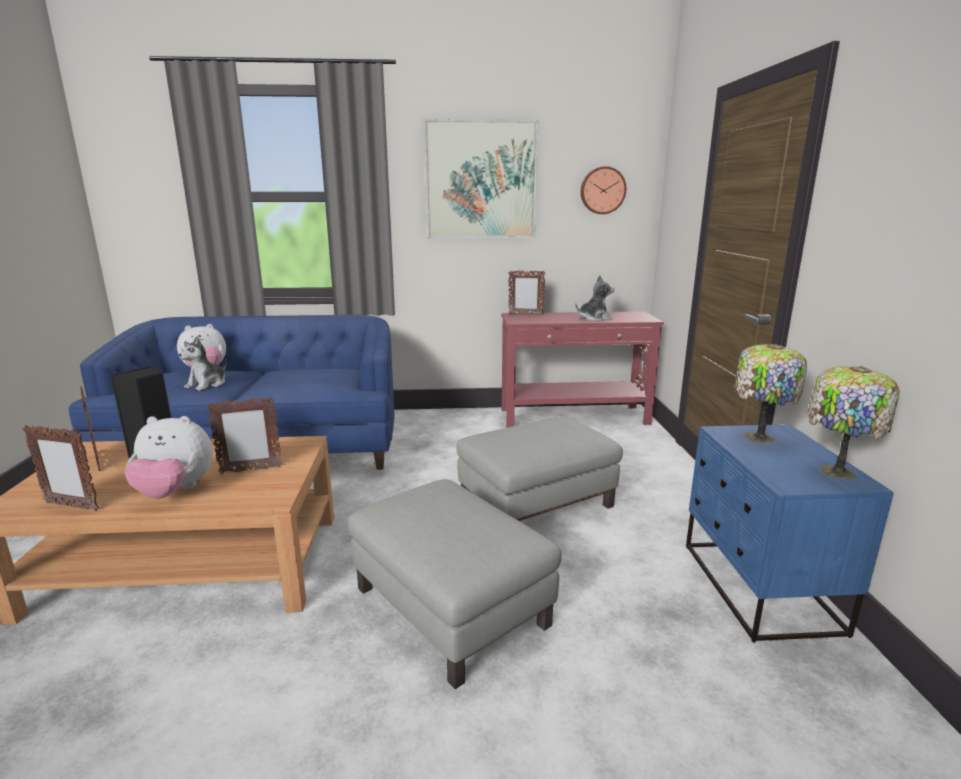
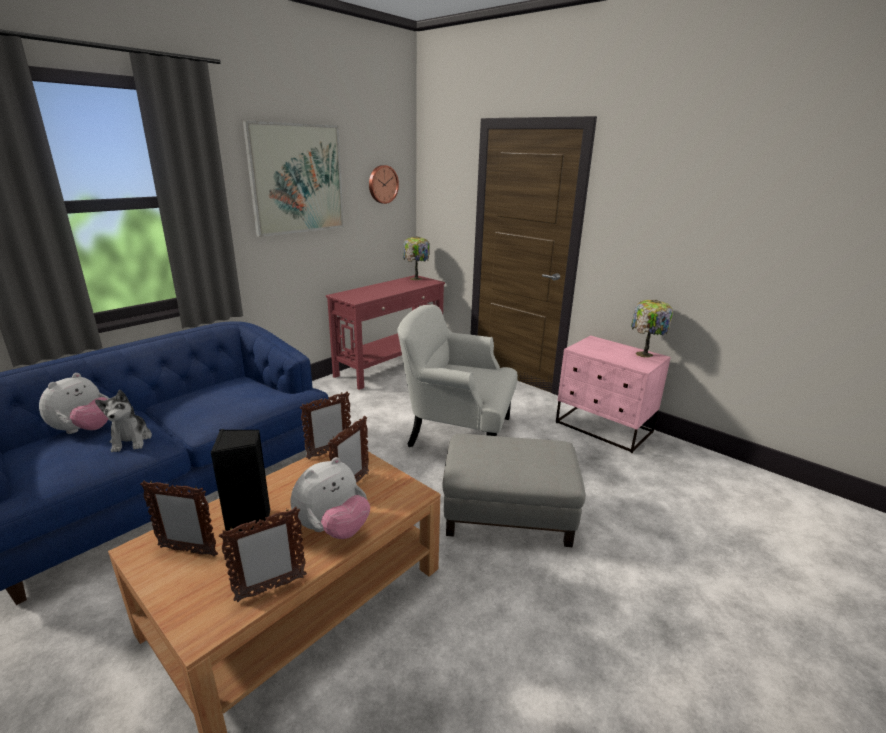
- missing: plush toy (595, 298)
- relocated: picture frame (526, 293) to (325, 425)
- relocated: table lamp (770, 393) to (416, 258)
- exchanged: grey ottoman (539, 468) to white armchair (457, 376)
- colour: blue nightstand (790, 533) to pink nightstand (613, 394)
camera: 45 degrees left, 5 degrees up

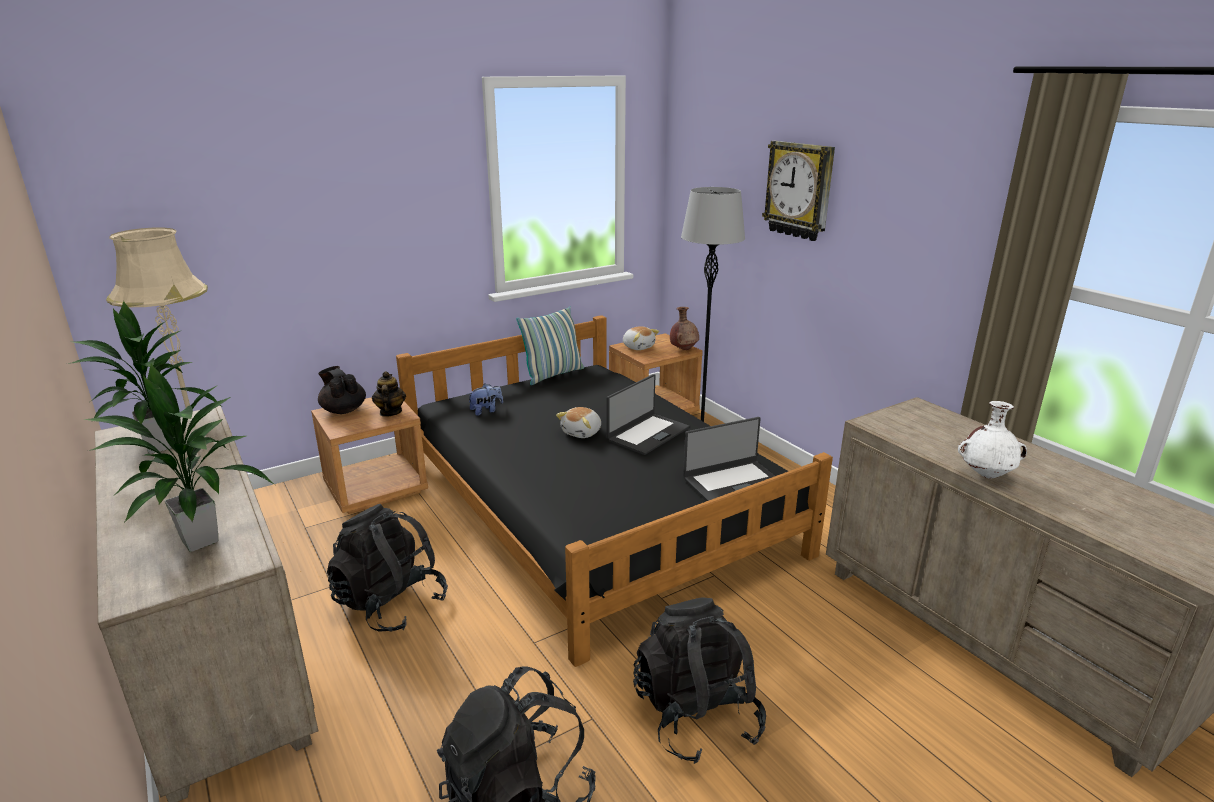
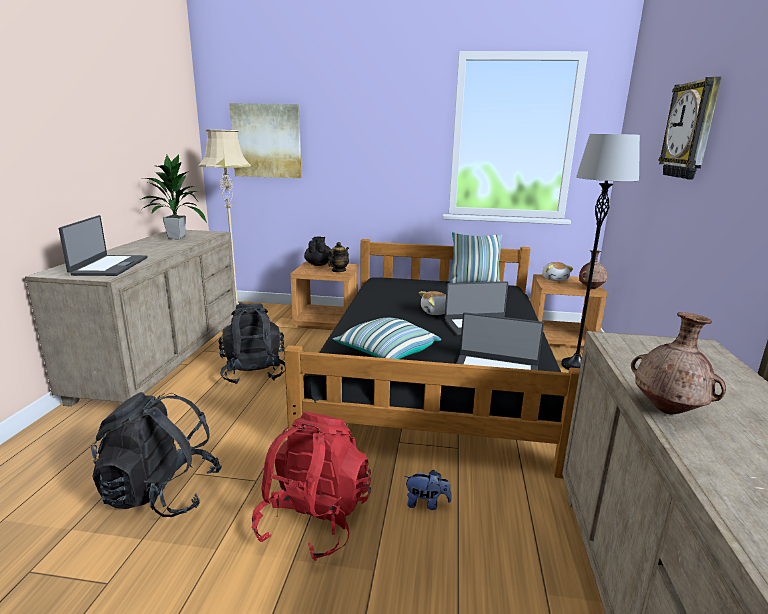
- appeared: picture (265, 140)
- appeared: pillow (387, 338)
- relocated: plush toy (485, 400) to (428, 490)
- exchanged: potted plant (179, 457) to laptop (103, 245)
- colour: black backpack (699, 680) to red backpack (311, 486)
- colour: white vase (992, 440) to brown vase (678, 363)
camera: 40 degrees right, 5 degrees down

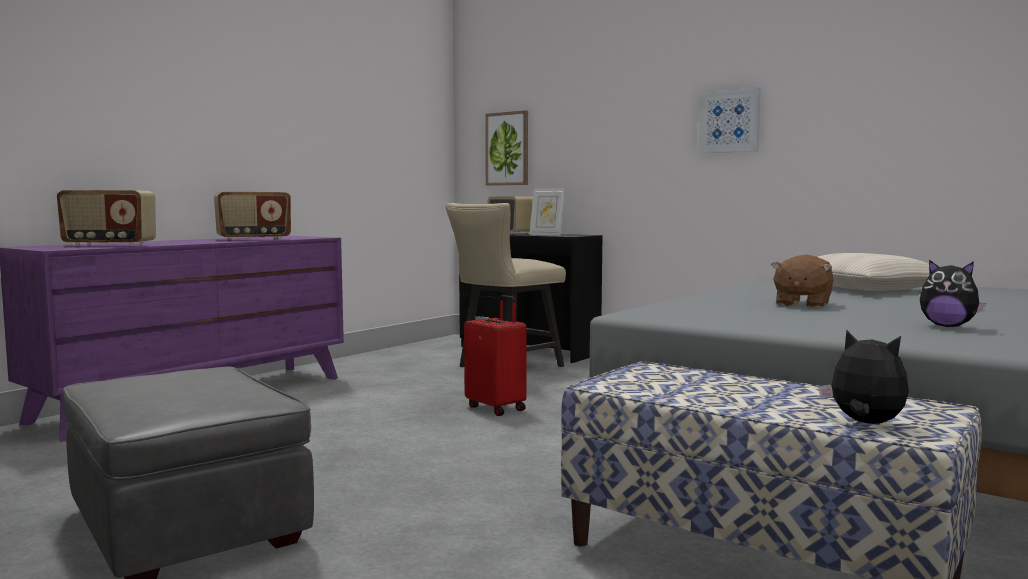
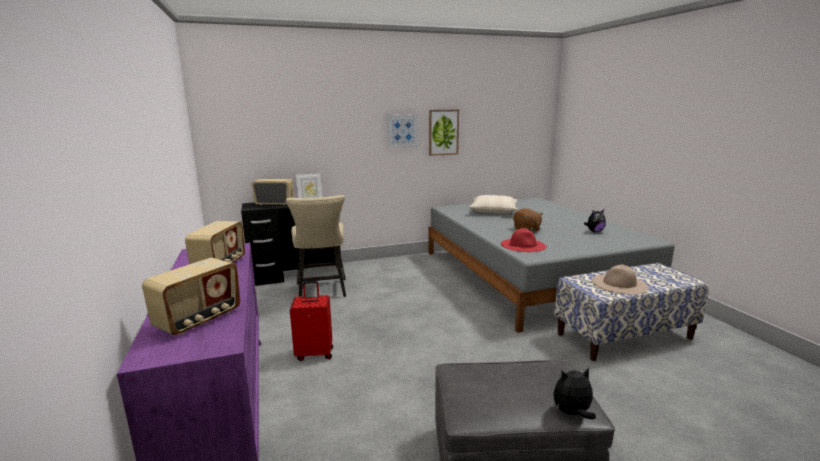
- appeared: red hat (524, 240)
- appeared: beige hat (620, 280)
- relocated: red suitcase (495, 355) to (311, 321)
- relocated: picture (506, 148) to (444, 132)
- relocated: plush toy (864, 377) to (574, 393)
camera: 55 degrees left, 10 degrees up

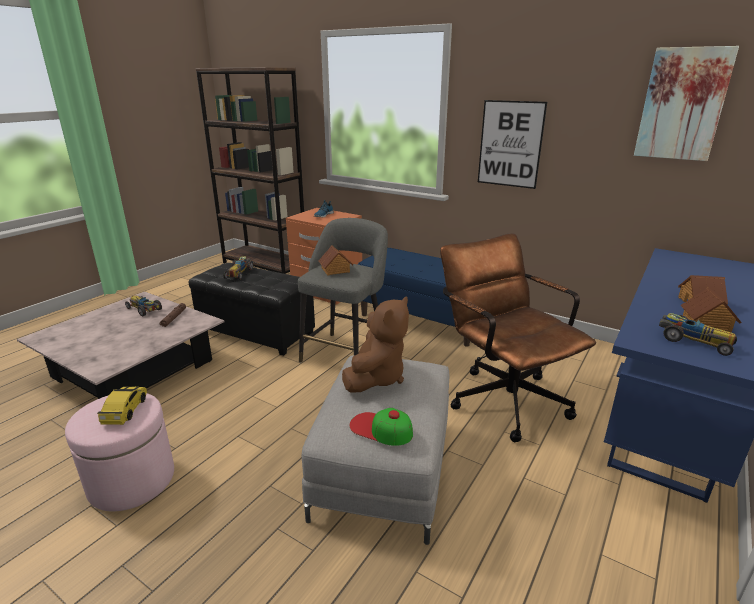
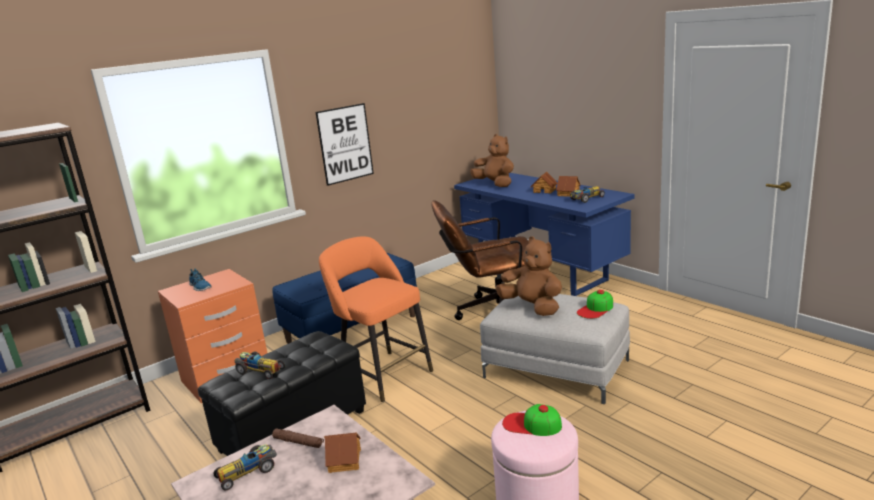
- missing: picture (686, 103)
- appeared: brown plush toy (492, 160)
- relocated: toy house (336, 260) to (342, 452)
- exchanged: toy car (122, 406) to cap (532, 420)
- colour: grey stool (343, 290) to orange stool (376, 319)
camera: 70 degrees left, 5 degrees down

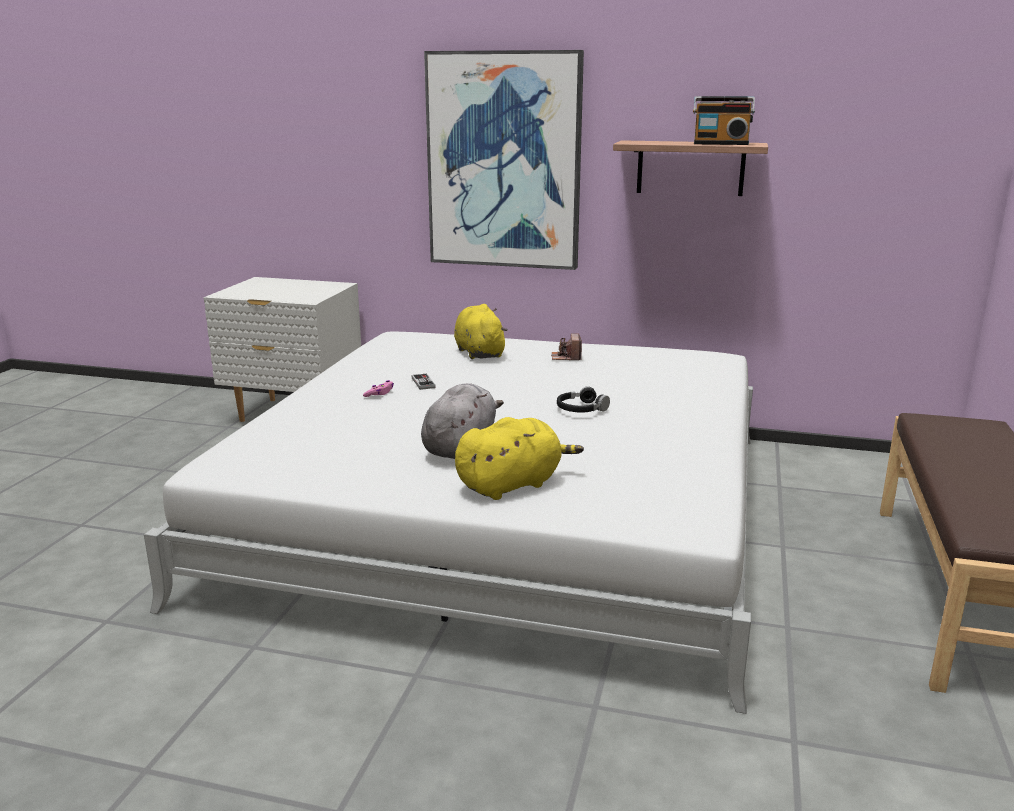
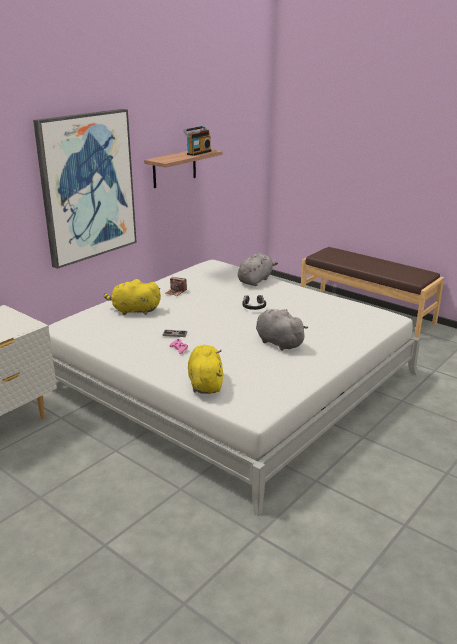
- appeared: grey plush toy (258, 269)
- relocated: yellow plush toy (519, 458) to (205, 369)
camera: 65 degrees left, 5 degrees up

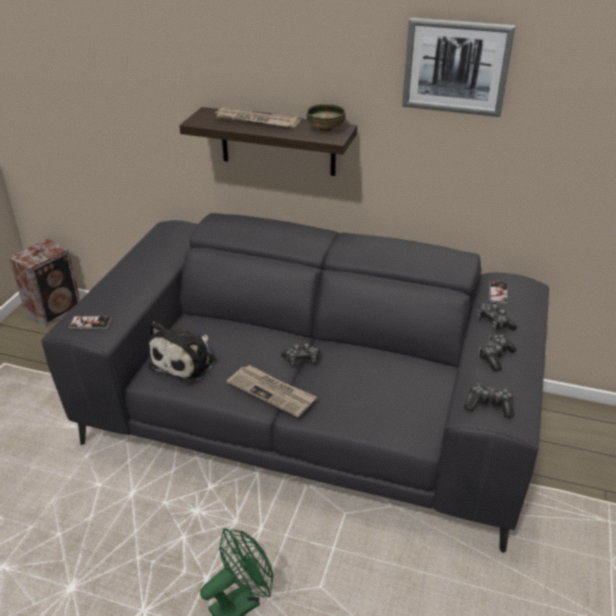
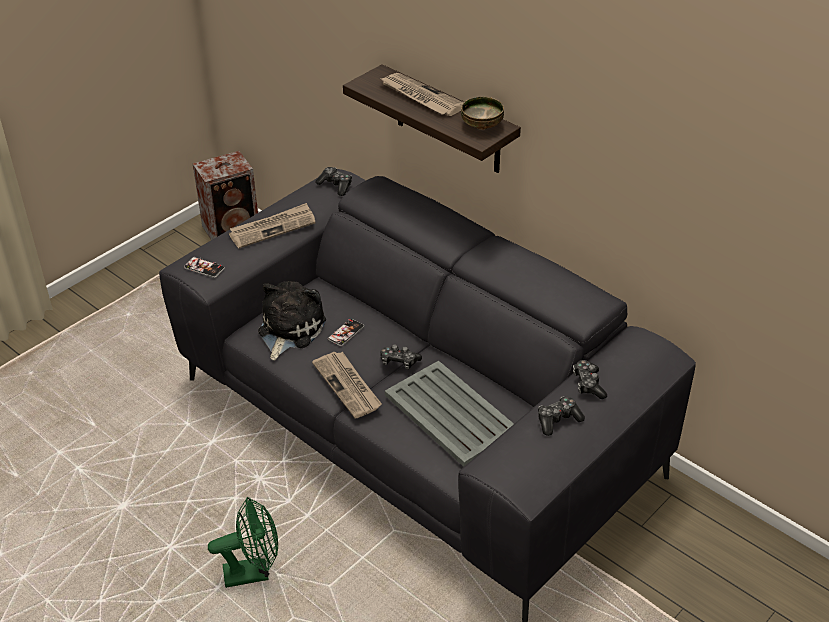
- missing: picture (458, 67)
- appeared: newspaper (272, 225)
- appeared: grey tray (449, 414)
- relocated: game controller (489, 400) to (333, 181)
- relocated: phone (498, 292) to (346, 332)
- spun: plush toy (182, 352) = (292, 321) 150 degrees clockwise
camera: 25 degrees right, 5 degrees up

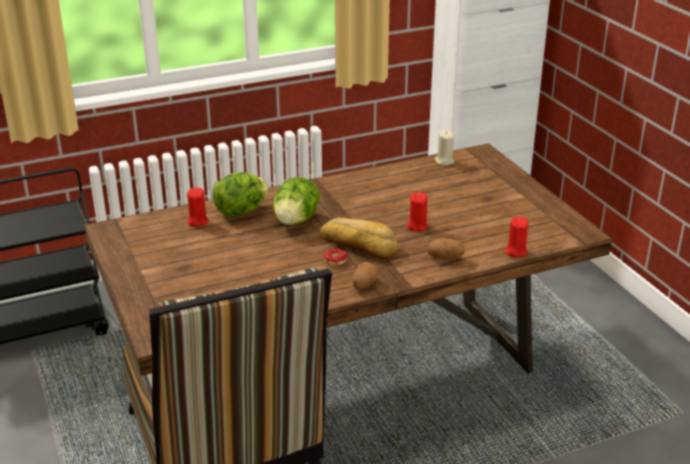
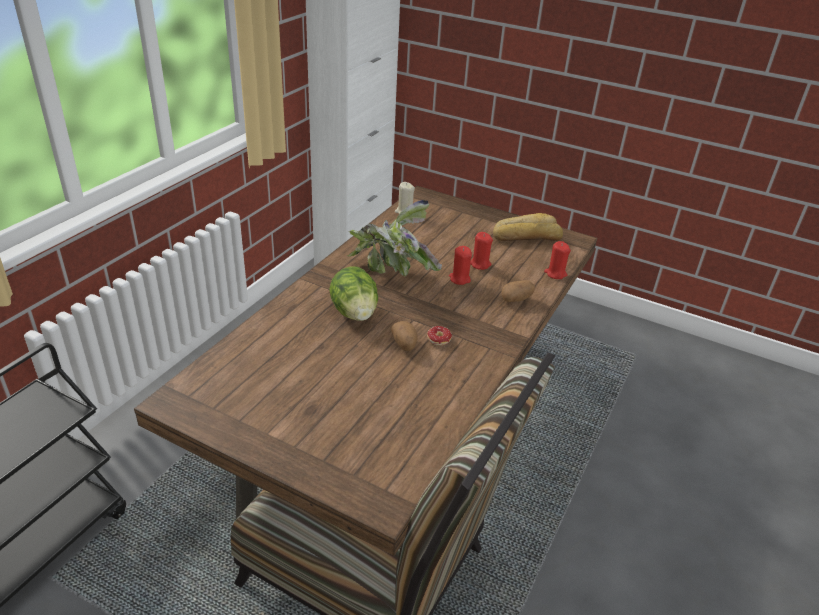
- missing: lettuce (240, 194)
- appeared: potted plant (394, 238)
- relocated: red candle (197, 207) to (481, 251)
- relocated: bread (359, 238) to (528, 227)
- relocated: potato (365, 275) to (404, 336)
camera: 40 degrees left, 5 degrees up

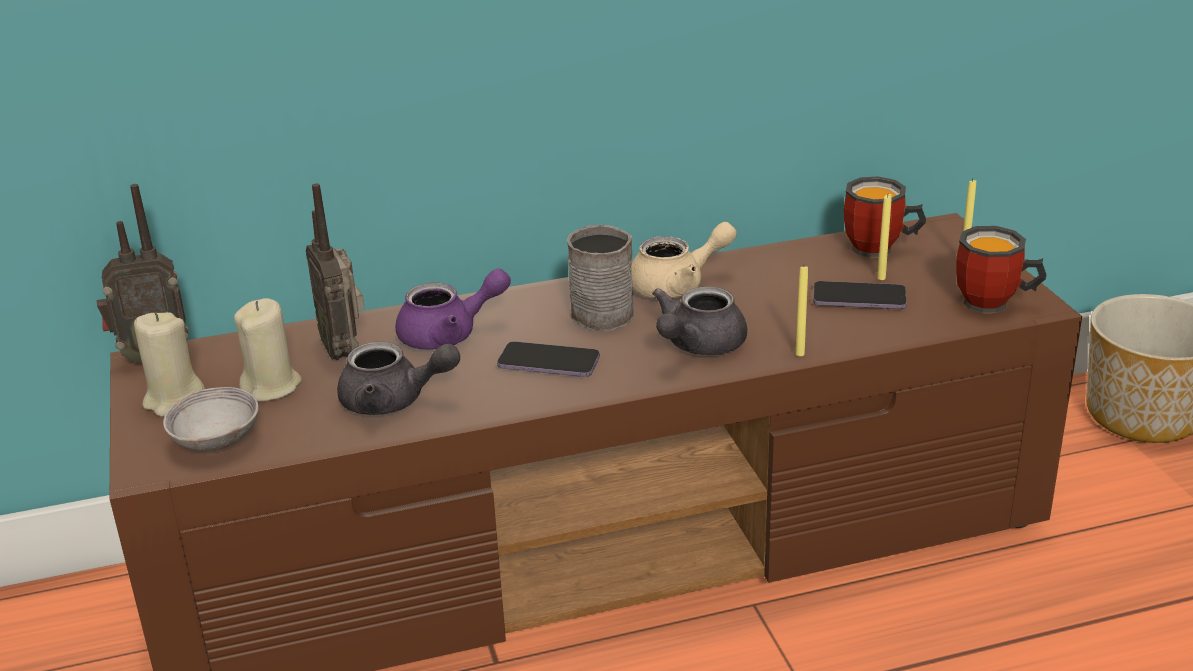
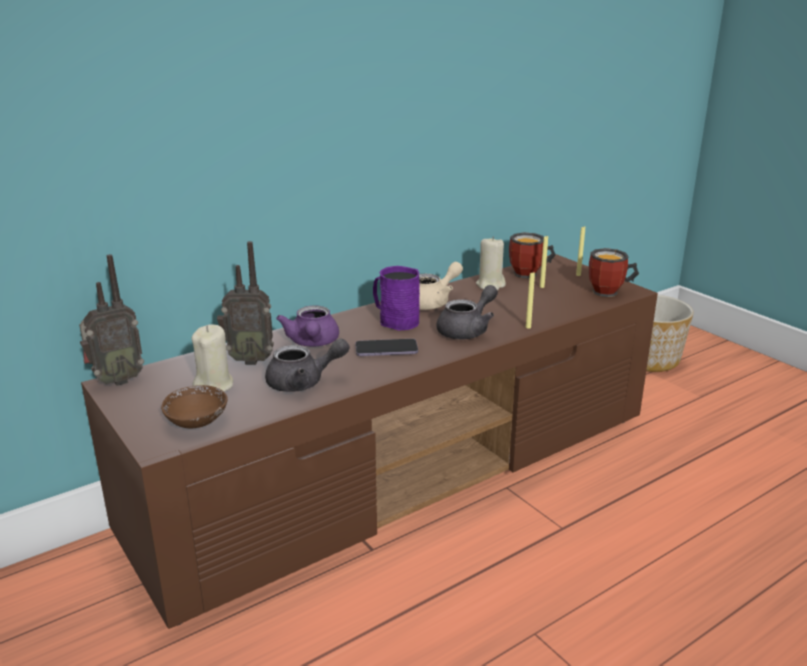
- missing: phone (860, 295)
- relocated: beige candle (169, 364) to (491, 263)
- colour: grey bowl (211, 419) to brown bowl (194, 407)
- colour: grey mug (600, 278) to purple mug (396, 298)
- spun: radio (335, 271) = (245, 303) 45 degrees counterclockwise
- spun: purple teapot (453, 309) = (307, 326) 120 degrees clockwise
- spun: grey teapot (699, 320) = (467, 312) 150 degrees counterclockwise
camera: 20 degrees left, 5 degrees down

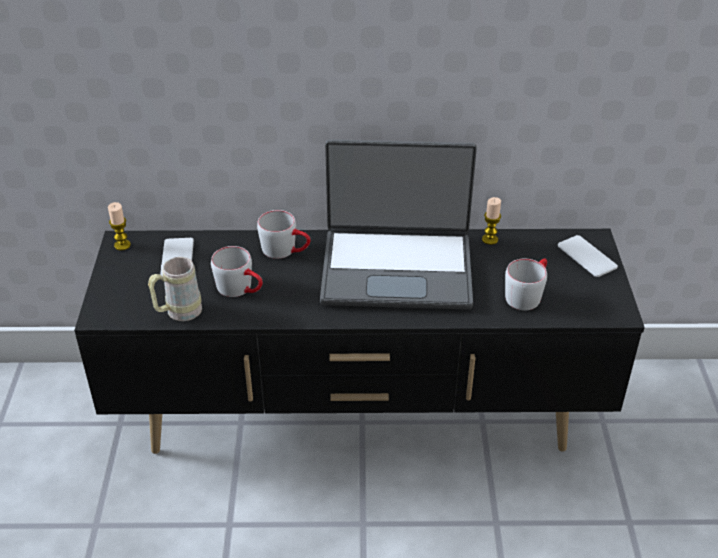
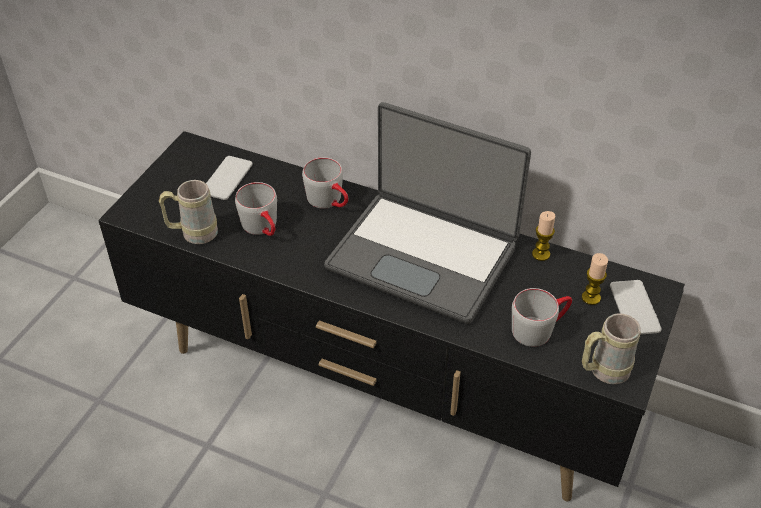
- appeared: beige mug (611, 348)
- relocated: candle (119, 226) to (595, 279)
camera: 25 degrees right, 5 degrees up

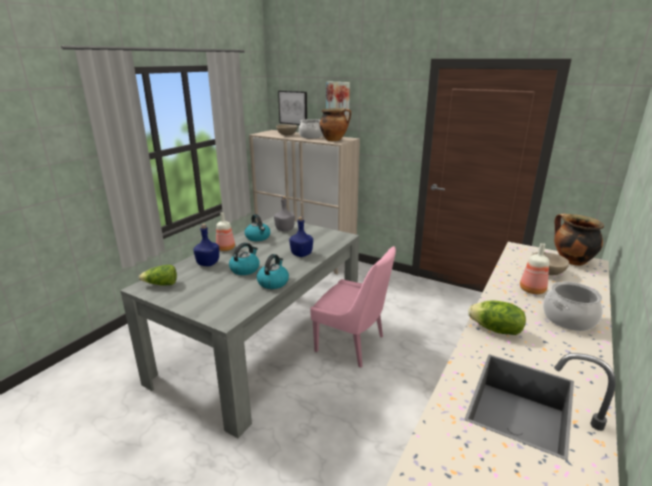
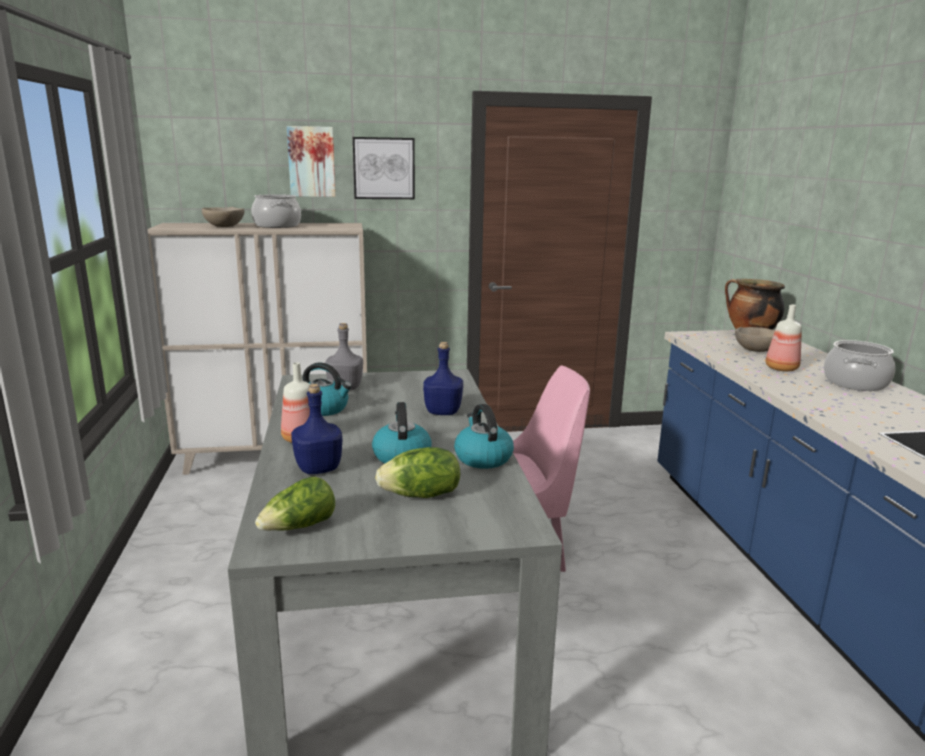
- missing: cooking pot (335, 124)
- relocated: picture (292, 108) to (384, 168)
- relocated: lettuce (497, 317) to (417, 472)
camera: 40 degrees left, 5 degrees down

